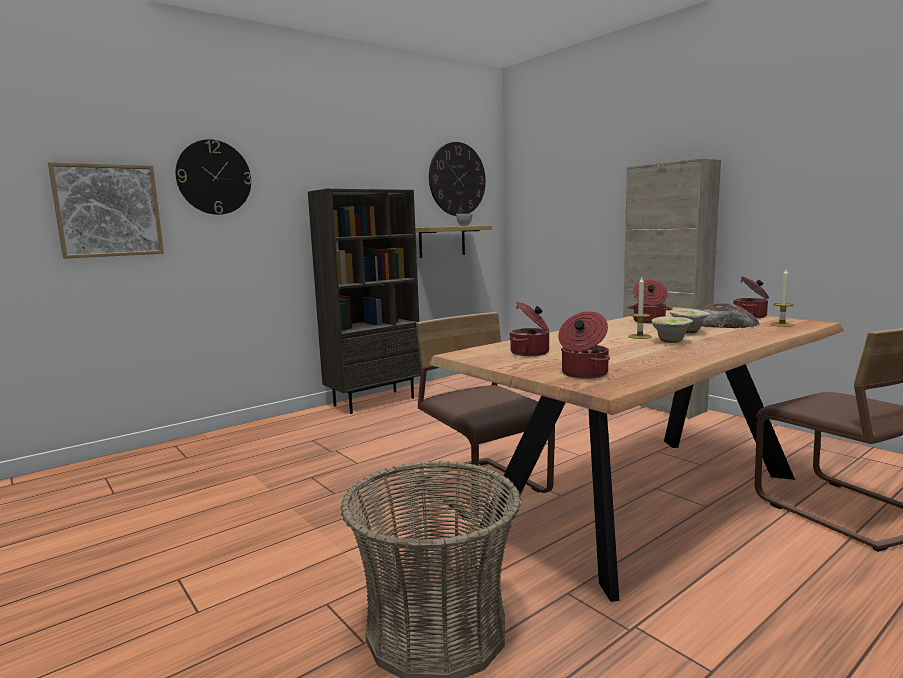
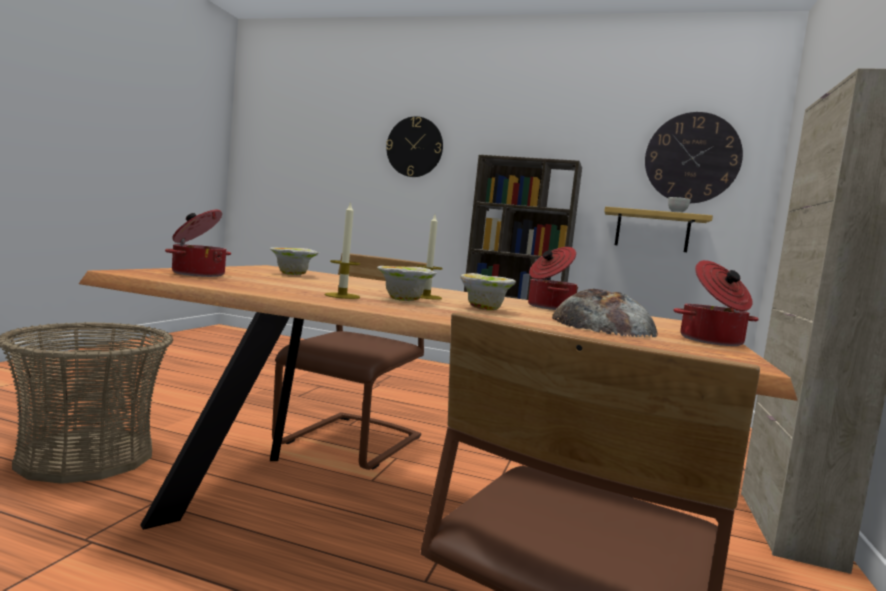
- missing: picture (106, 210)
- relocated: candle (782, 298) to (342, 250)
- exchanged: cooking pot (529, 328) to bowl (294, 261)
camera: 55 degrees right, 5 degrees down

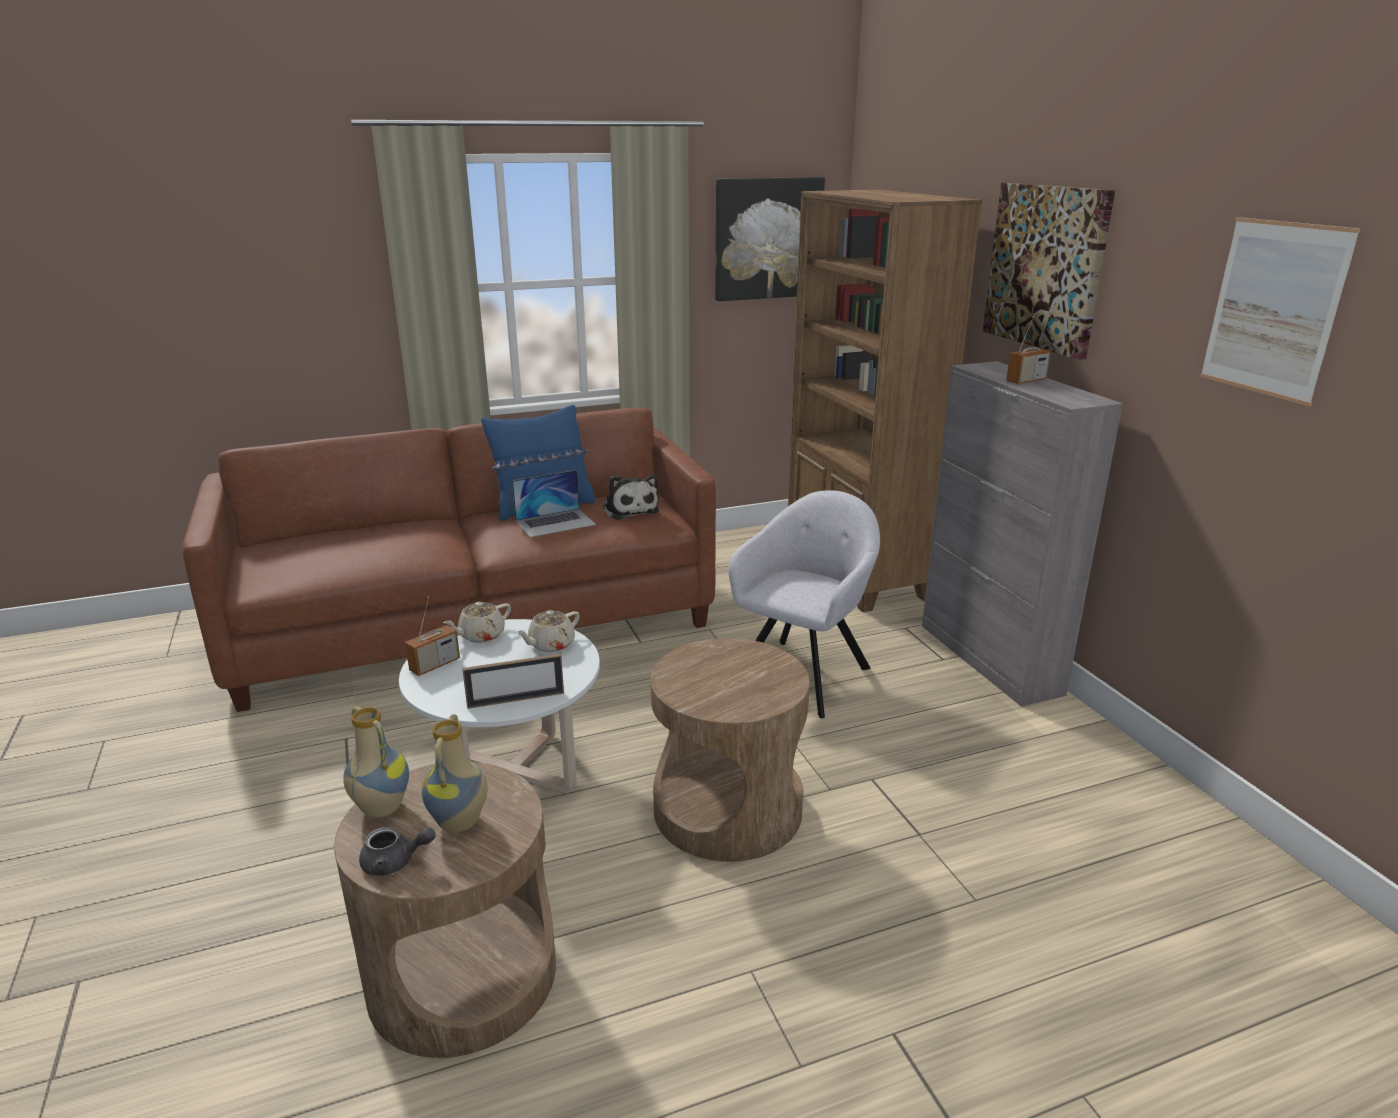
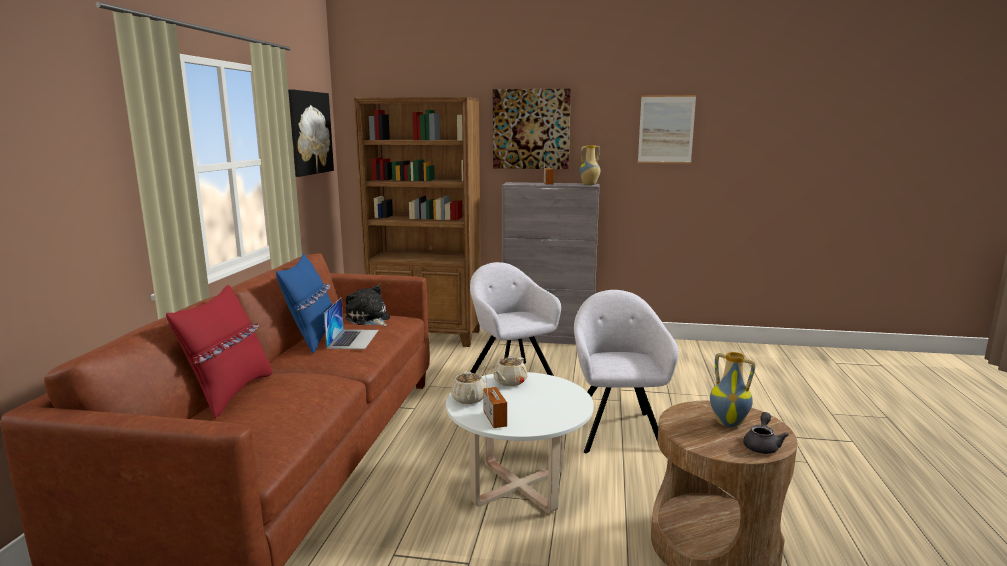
- missing: picture frame (513, 681)
- appeared: red pillow (219, 352)
- relocated: vase (376, 762) to (590, 165)
- exchanged: brown side table (730, 750) to grey armchair (626, 371)
- spun: beige teapot (548, 631) = (511, 371) 45 degrees clockwise
- spun: plush toy (631, 497) = (368, 305) 135 degrees counterclockwise
camera: 60 degrees left, 10 degrees down

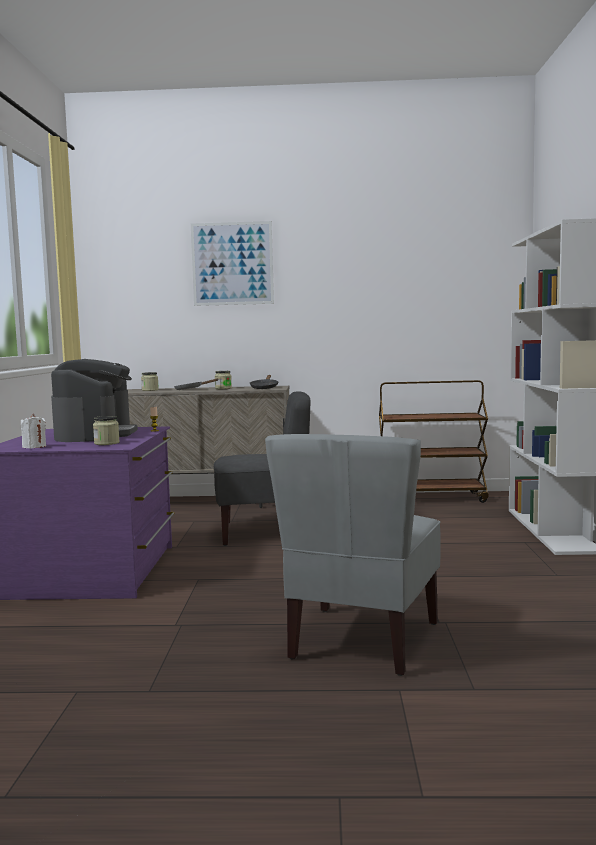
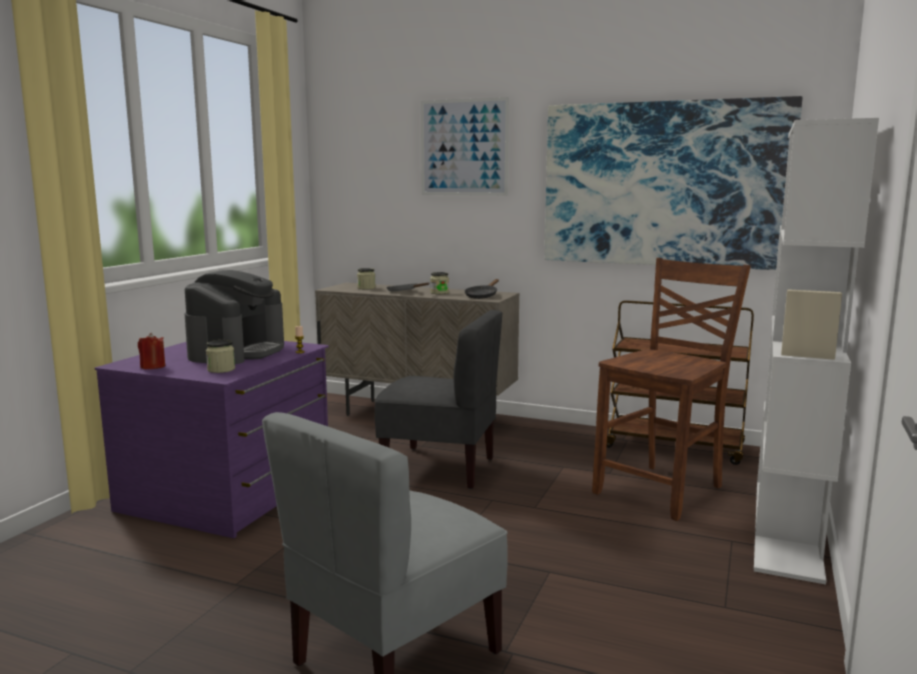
- appeared: picture (673, 183)
- appeared: brown chair (671, 389)
- colour: white candle (33, 431) to red candle (151, 351)
camera: 20 degrees right, 5 degrees up

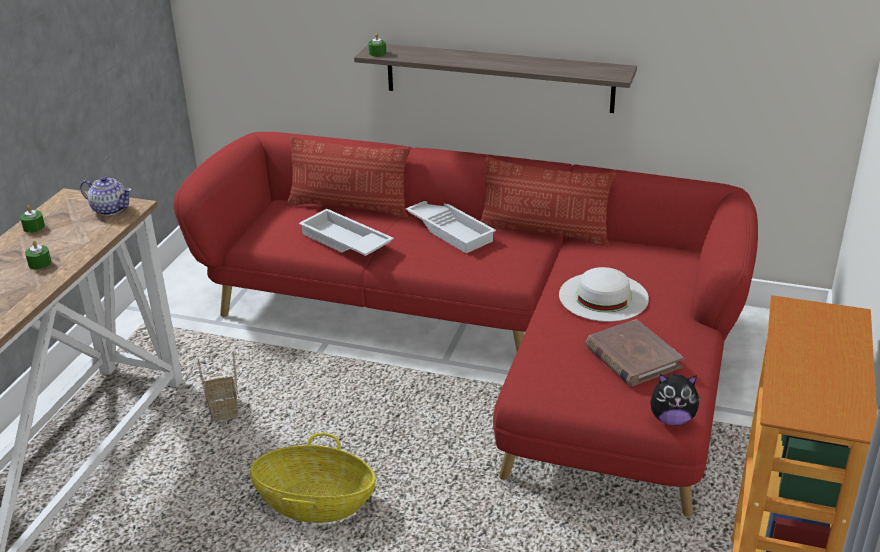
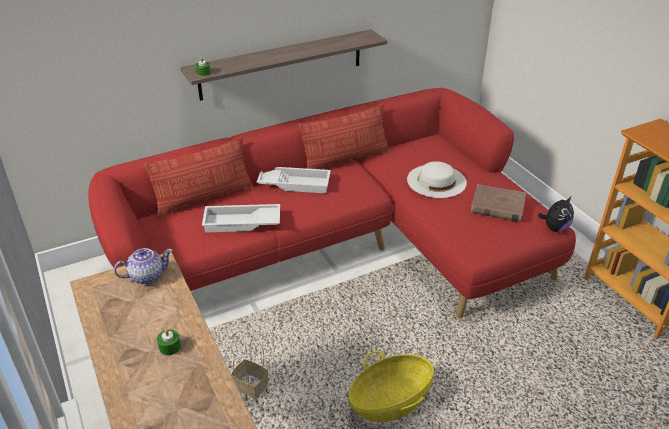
- missing: green candle (32, 219)
camera: 45 degrees left, 5 degrees up

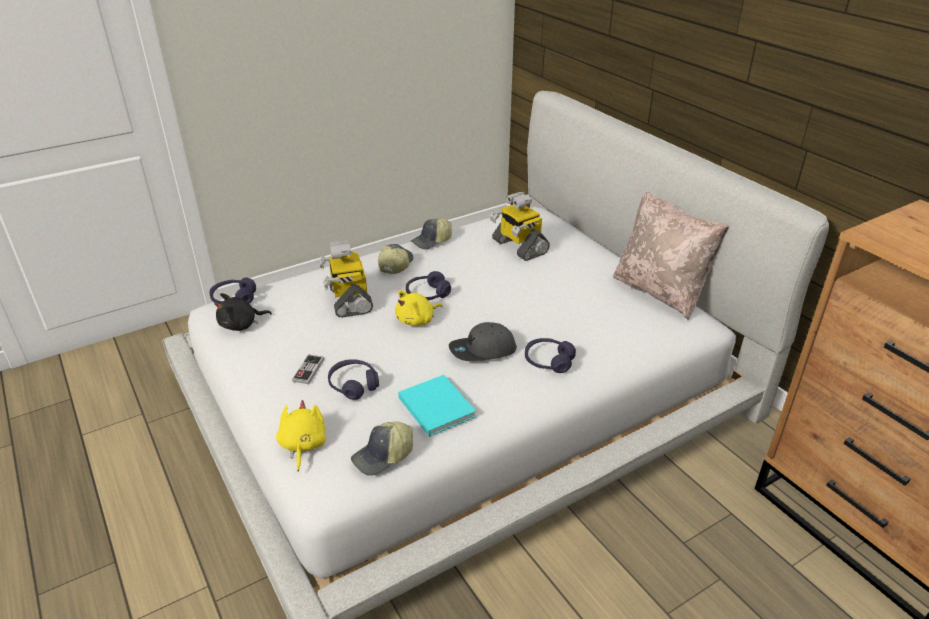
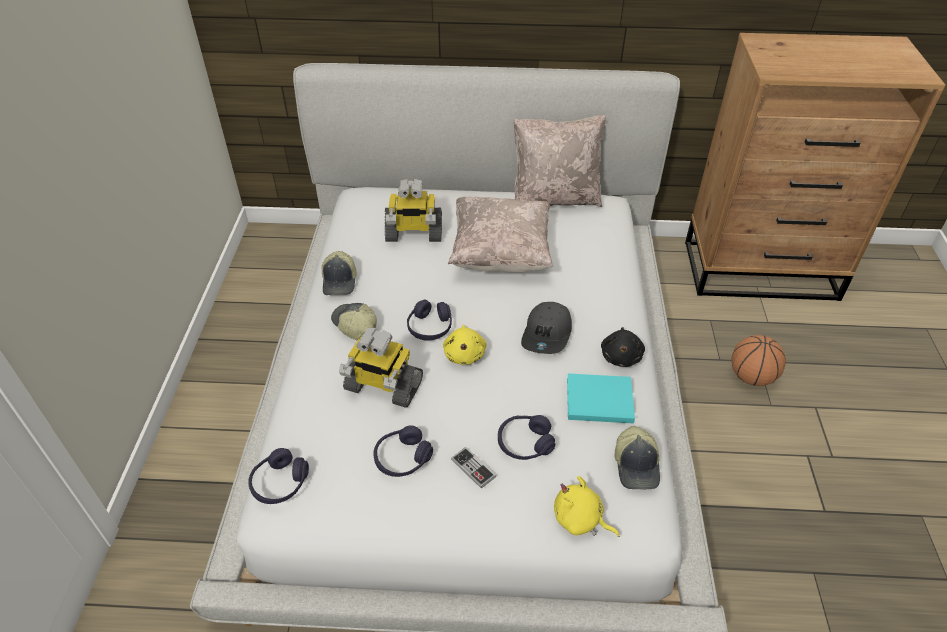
- appeared: beige pillow (500, 235)
- appeared: basketball (758, 360)
- relocated: black plush toy (243, 312) to (623, 347)
- relocated: purple headphones (550, 355) to (403, 451)
camera: 55 degrees left, 10 degrees up

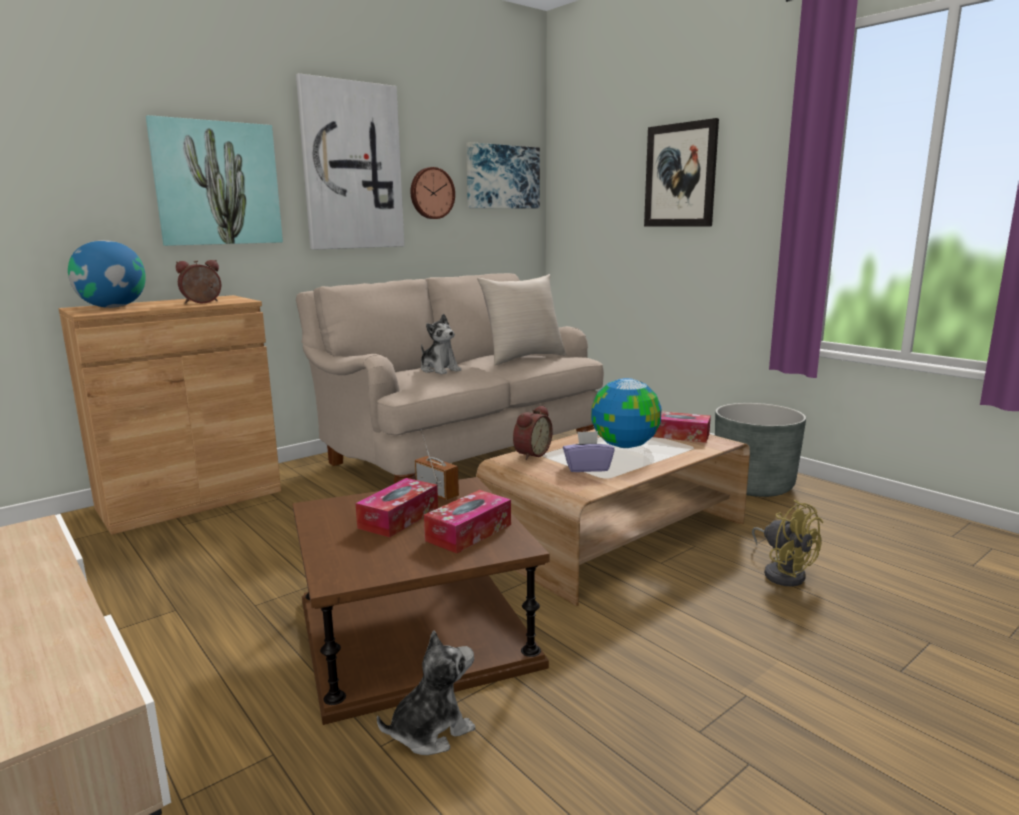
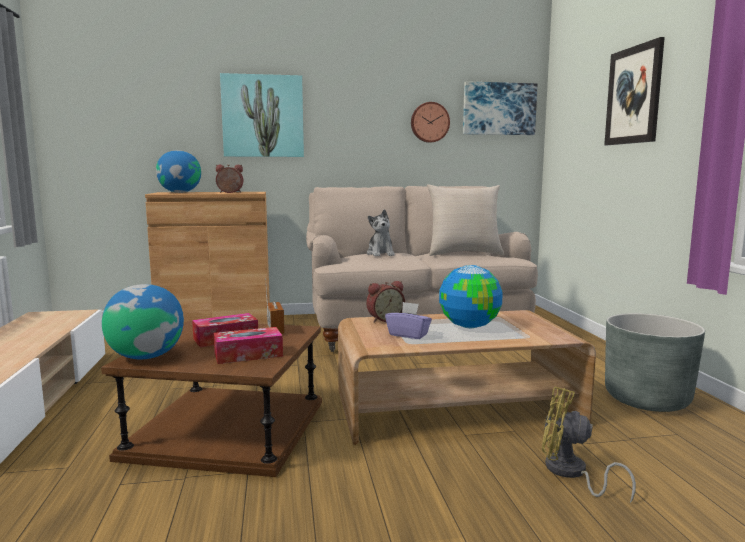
- missing: picture (350, 161)
- missing: plush toy (426, 692)
- missing: tissue box (682, 427)
- appeared: globe (143, 321)
- spun: yellow fan (787, 543) = (589, 445) 120 degrees clockwise
camera: 30 degrees right, 5 degrees down

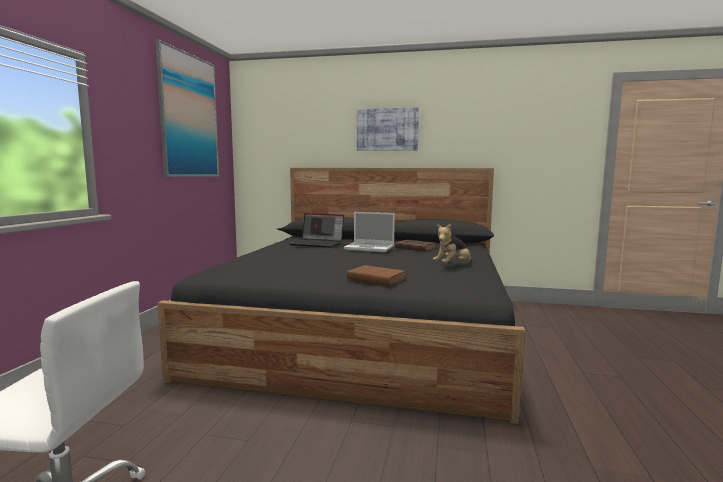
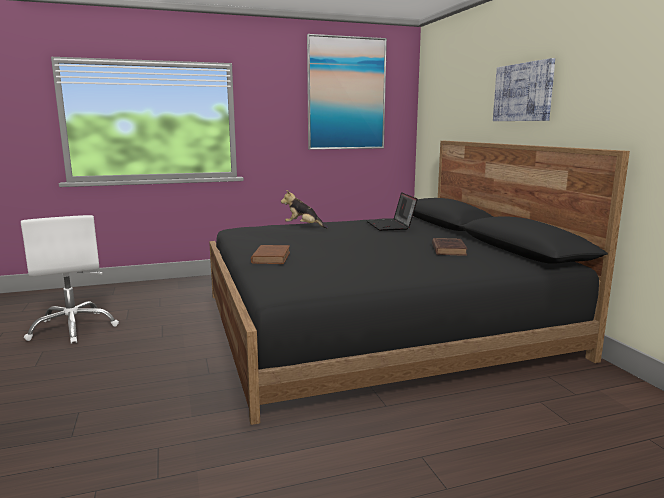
- missing: laptop (369, 232)
- relocated: plush toy (452, 243) to (304, 209)
camera: 60 degrees right, 5 degrees up

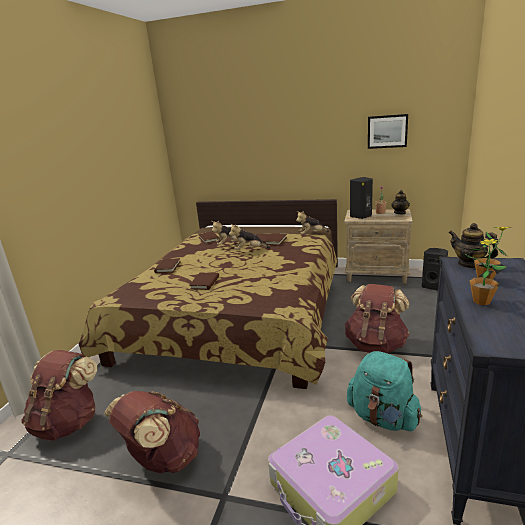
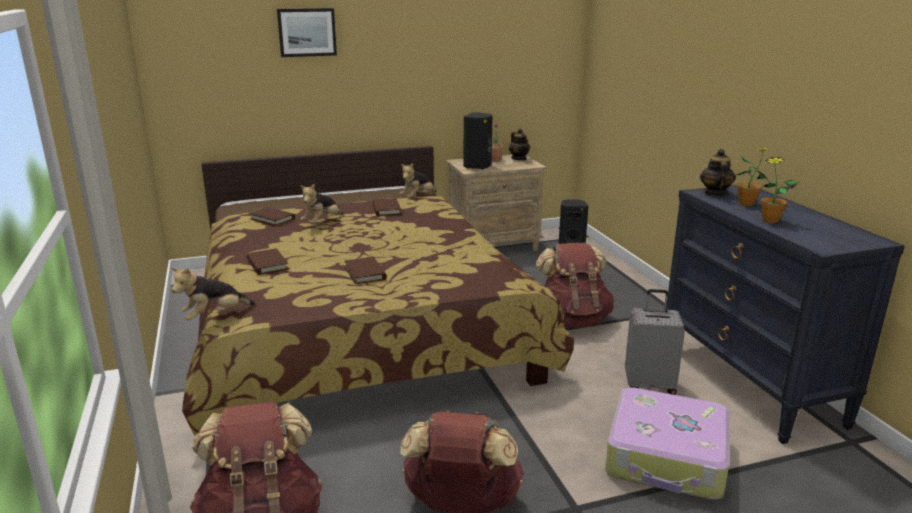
- relocated: plush toy (249, 237) to (213, 294)
- relocated: picture (388, 131) to (307, 32)
- exchanged: turquoise backpack (384, 391) to grey suitcase (655, 342)
- spun: teapot (473, 245) = (718, 172) 90 degrees clockwise
camera: 35 degrees left, 0 degrees up

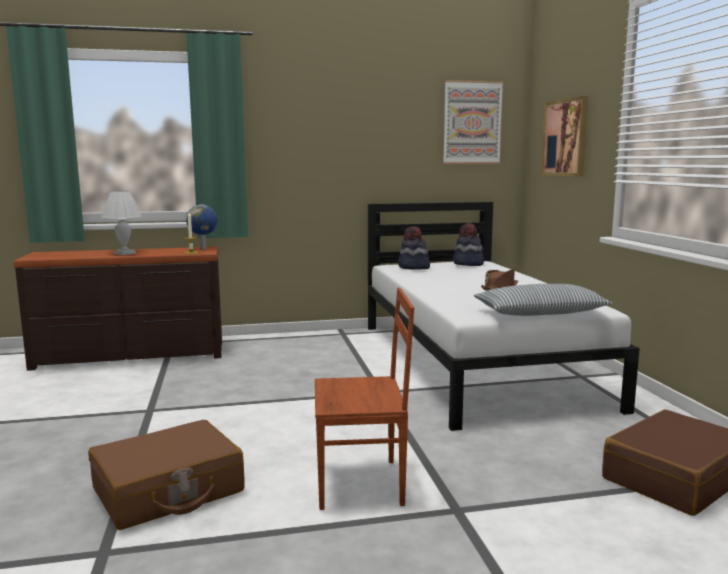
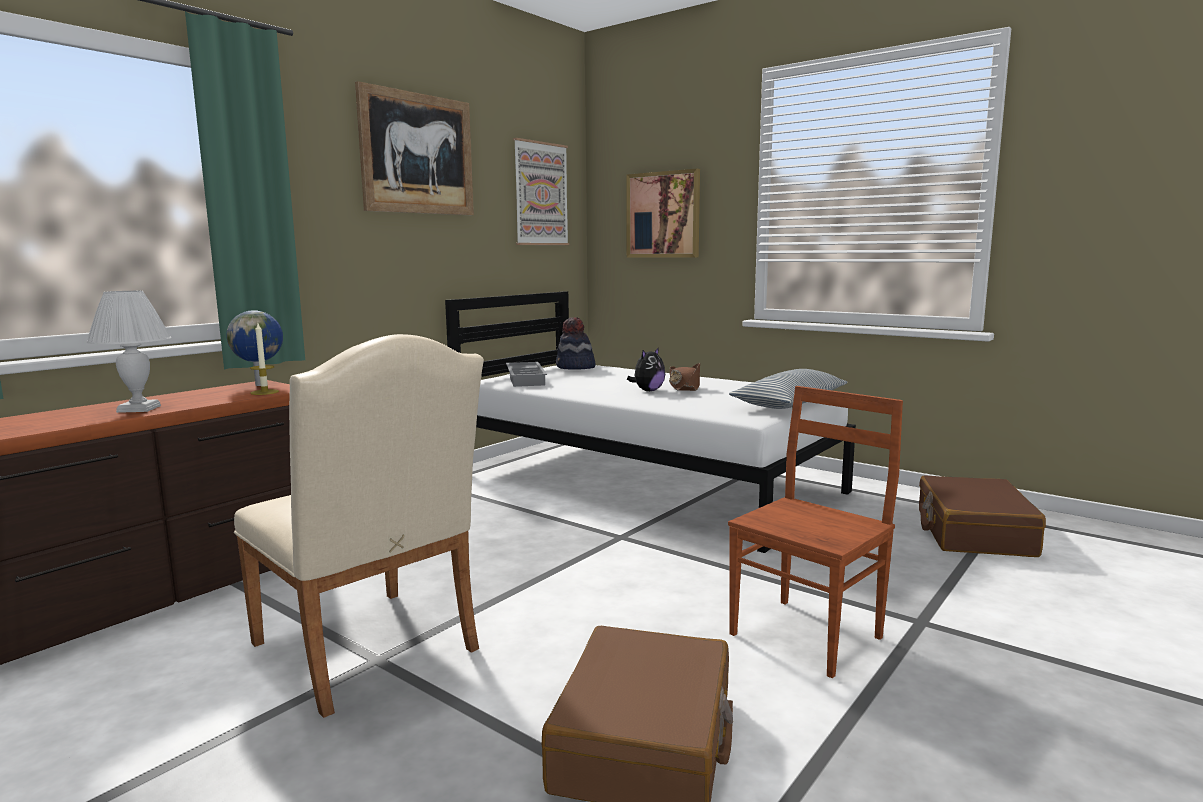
- appeared: beige chair (359, 526)
- appeared: picture (414, 148)
- appeared: plush toy (646, 369)
- exchanged: hat (414, 248) to grey tray (526, 374)
camera: 40 degrees left, 0 degrees up

